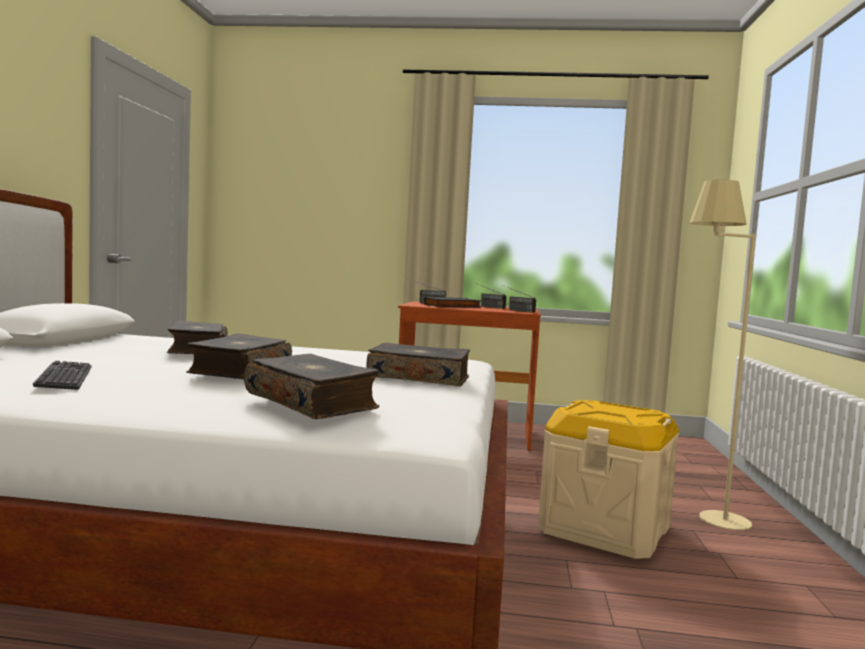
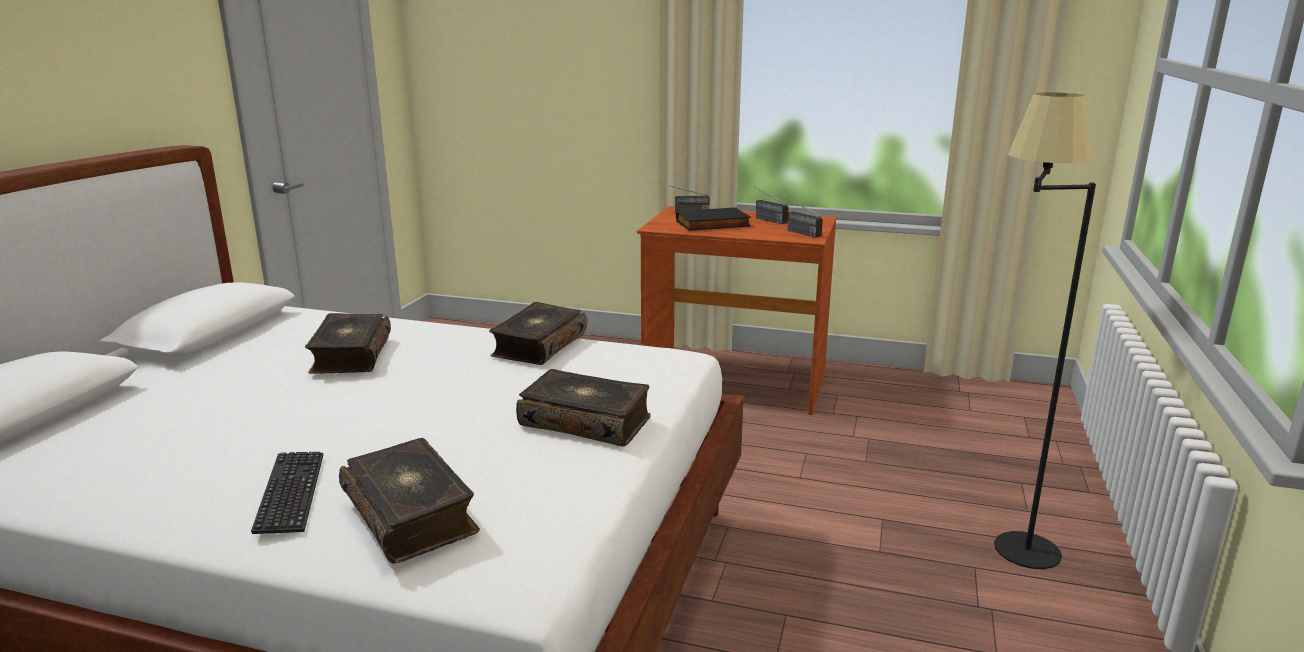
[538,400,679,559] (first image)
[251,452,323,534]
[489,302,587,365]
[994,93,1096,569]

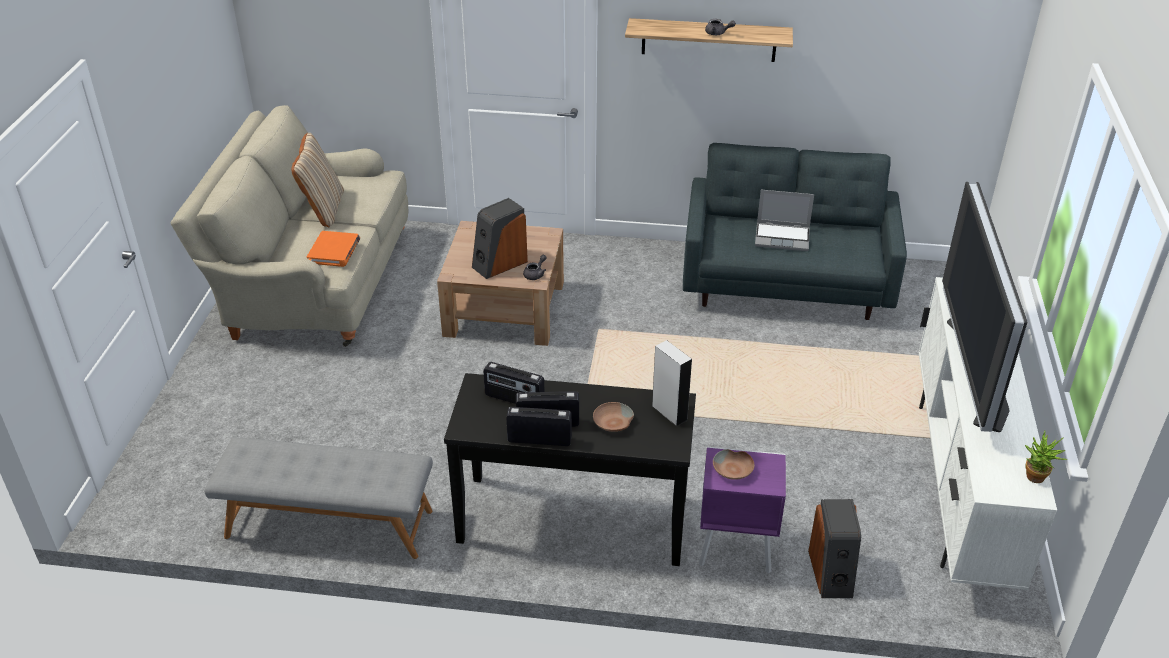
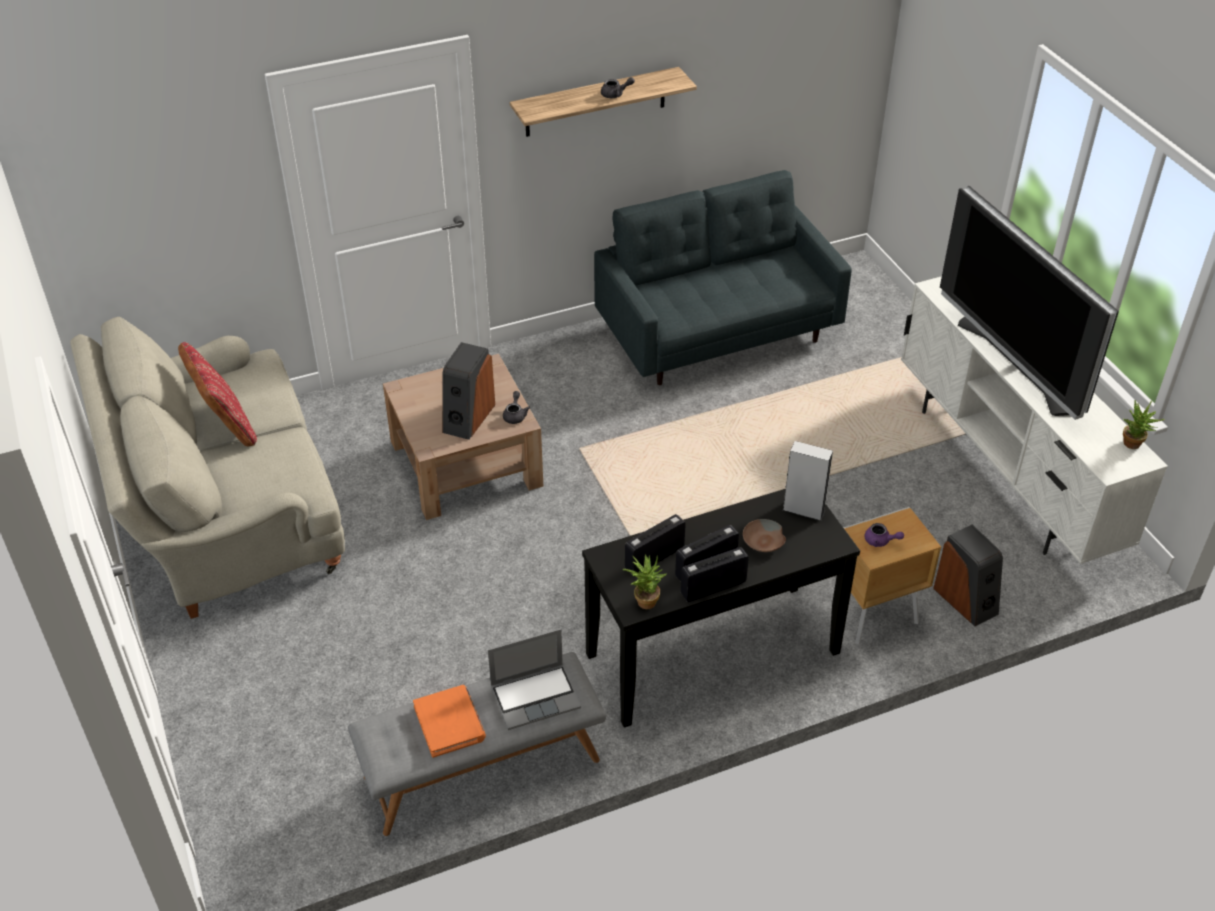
[623,554,667,609]
[413,685,486,758]
[488,629,581,730]
[864,523,904,547]
[178,342,257,446]
[831,507,941,645]
[625,514,686,575]

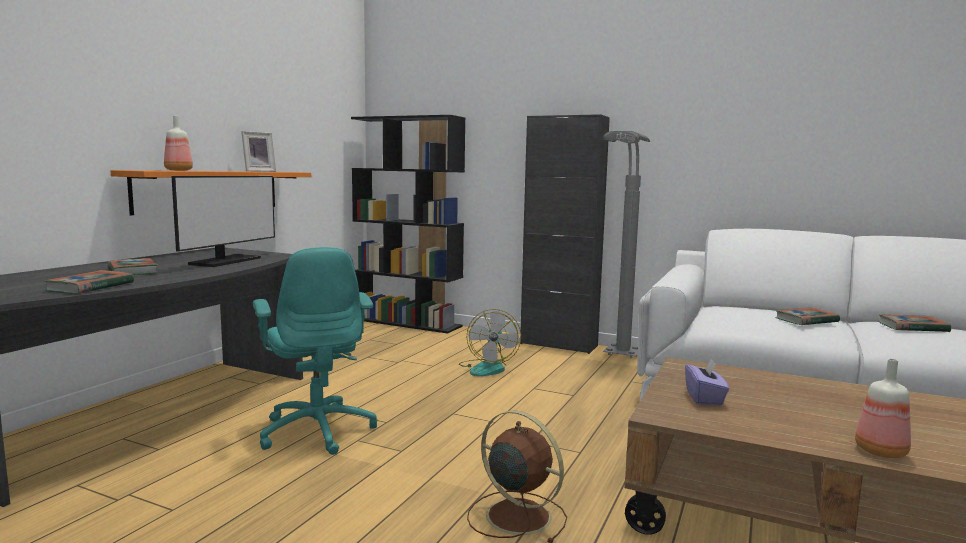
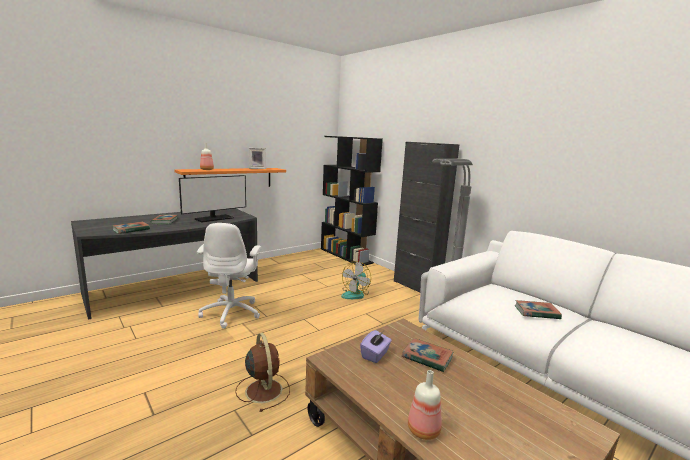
[402,338,454,372]
[197,223,262,329]

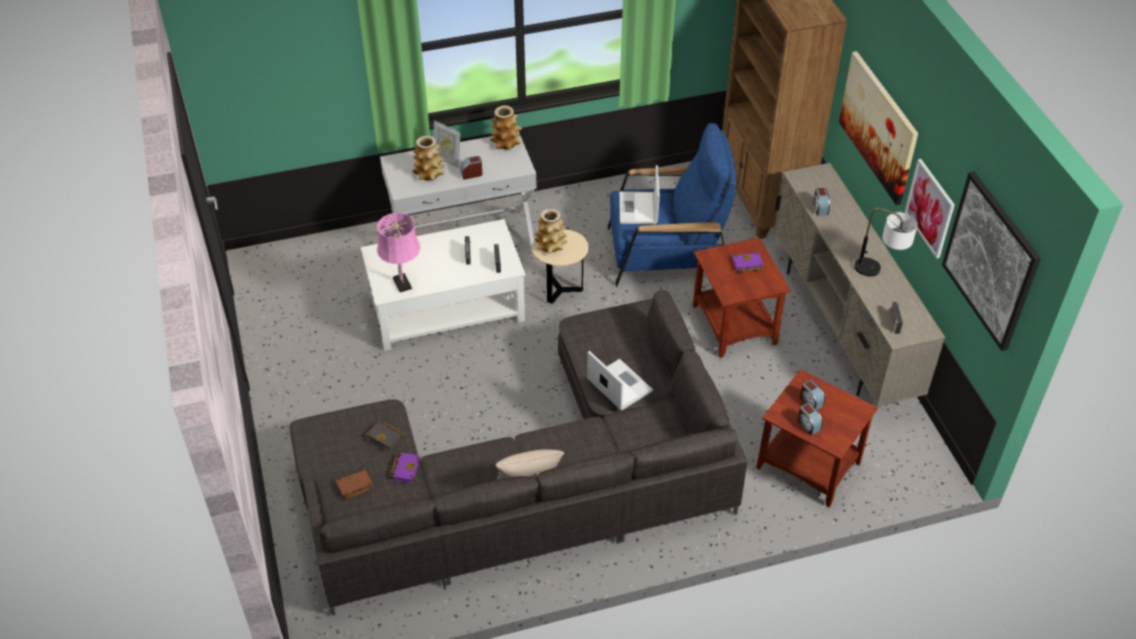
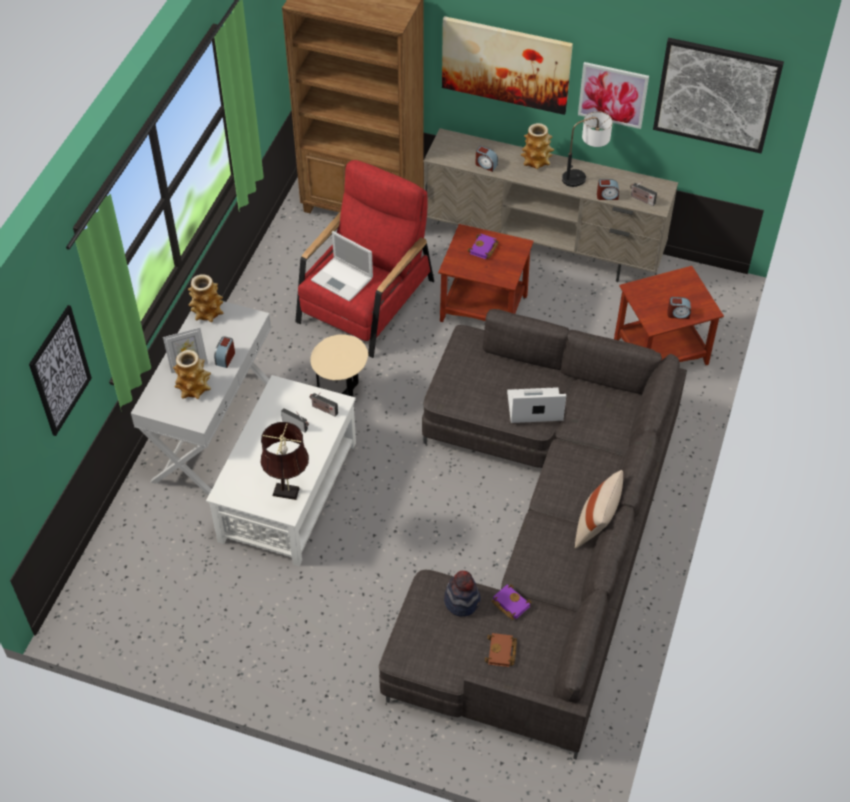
[29,305,92,436]
[521,123,554,169]
[597,179,619,200]
[444,571,480,617]
[261,422,309,500]
[295,160,434,358]

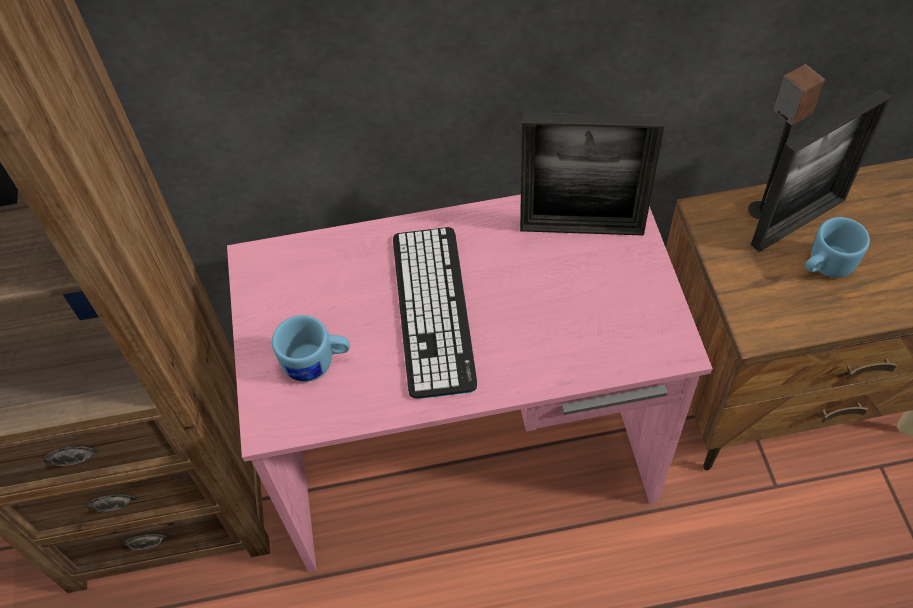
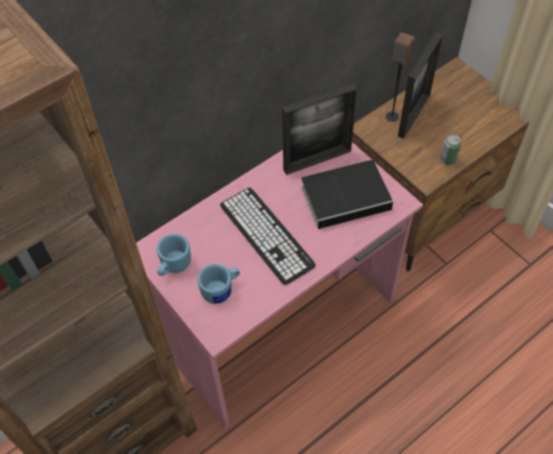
[301,160,404,229]
[440,134,461,165]
[157,234,191,276]

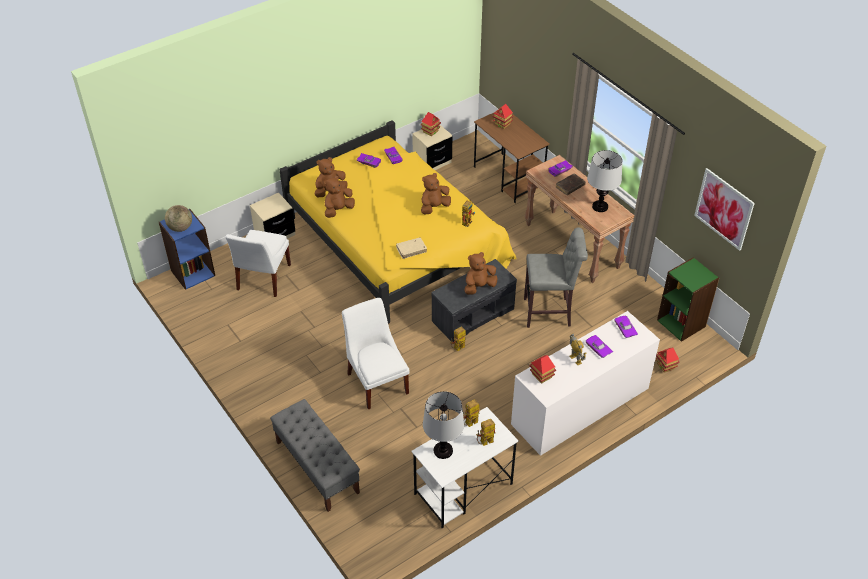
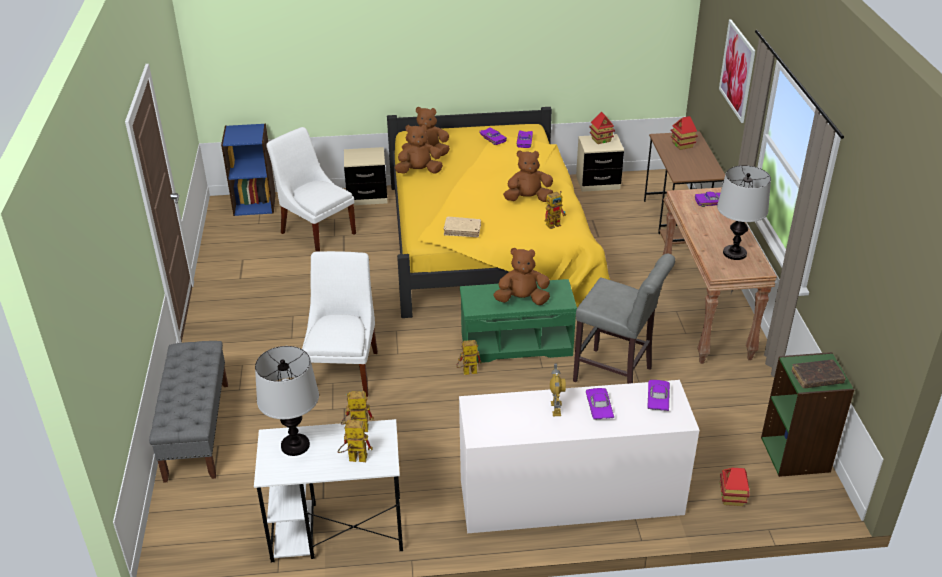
[165,205,192,232] (first image)
[530,355,556,384] (first image)
[791,360,846,388]
[719,19,755,123]
[460,279,577,363]
[266,127,356,252]

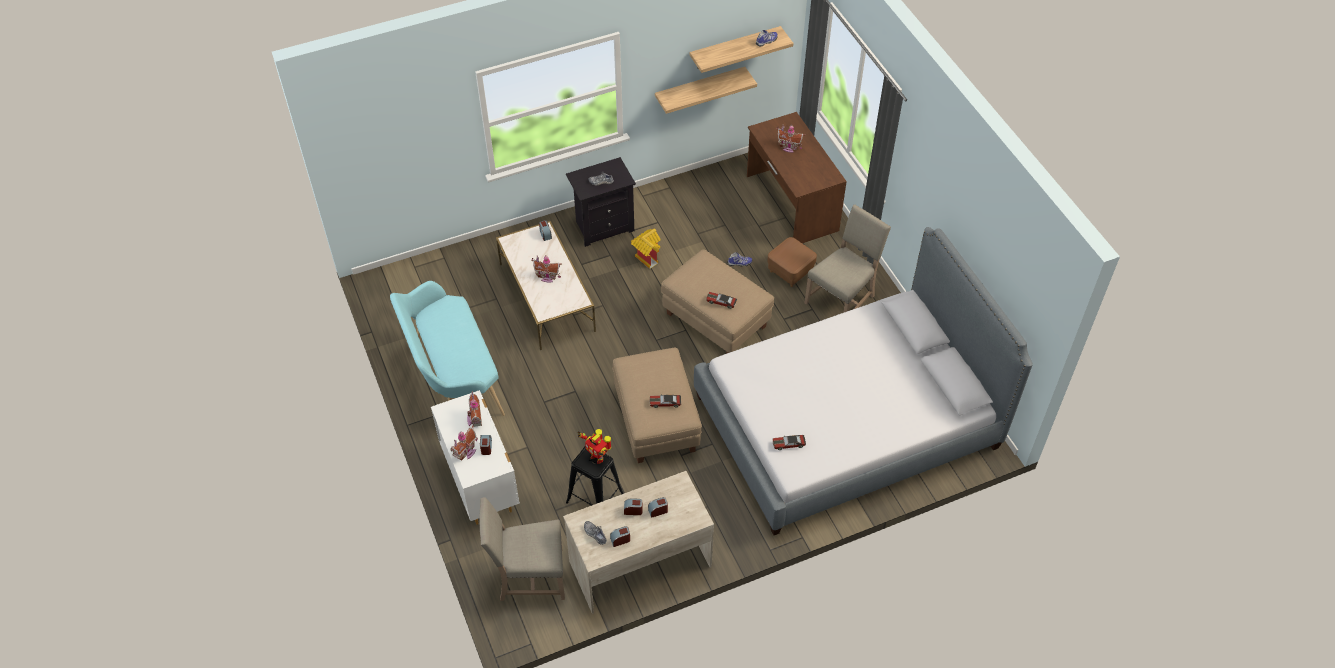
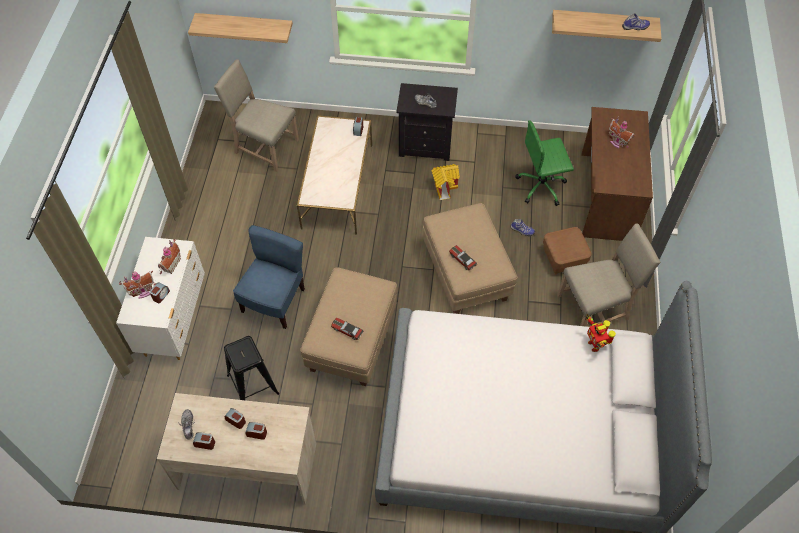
[390,281,505,416] (first image)
[531,255,562,282] (first image)
[772,435,806,450] (first image)
[233,225,305,329]
[515,120,574,206]
[214,59,299,172]
[585,314,616,352]
[188,13,293,43]

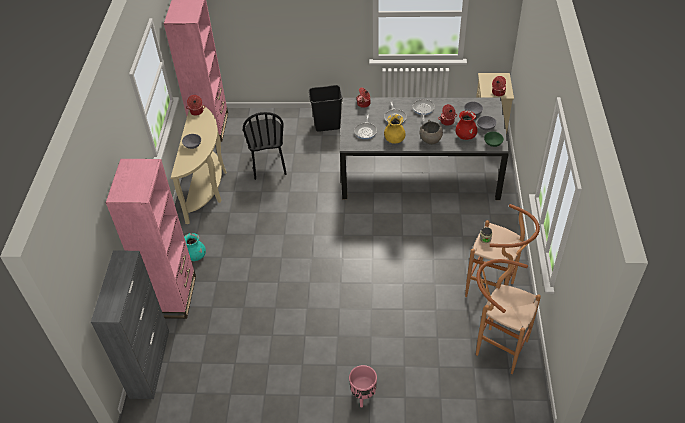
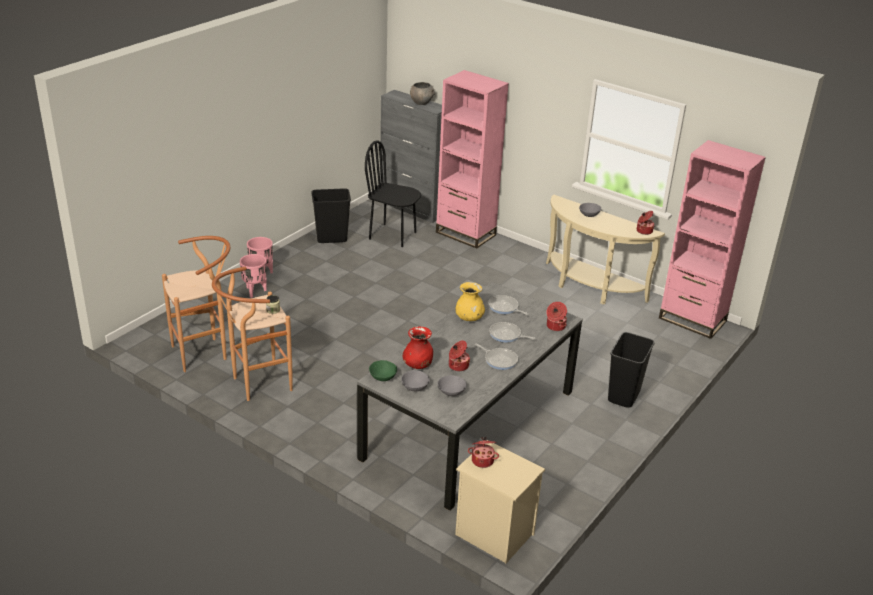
[184,233,206,261] (first image)
[240,254,267,298]
[312,188,351,243]
[365,140,421,247]
[410,82,435,105]

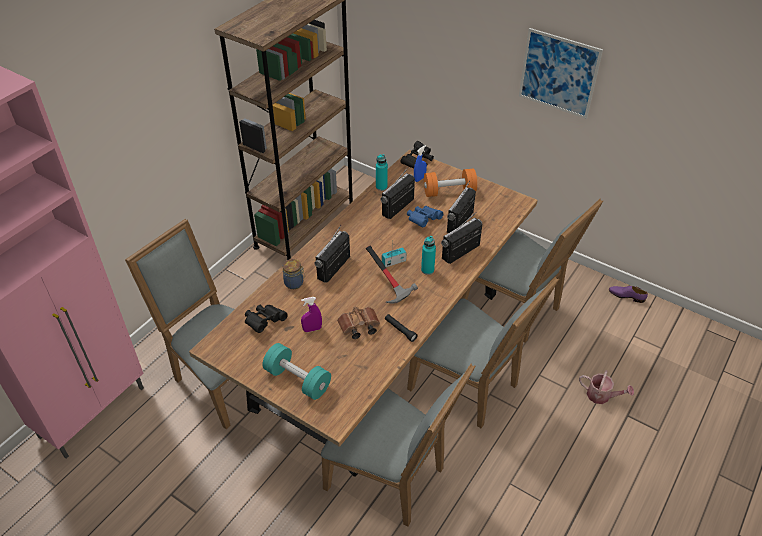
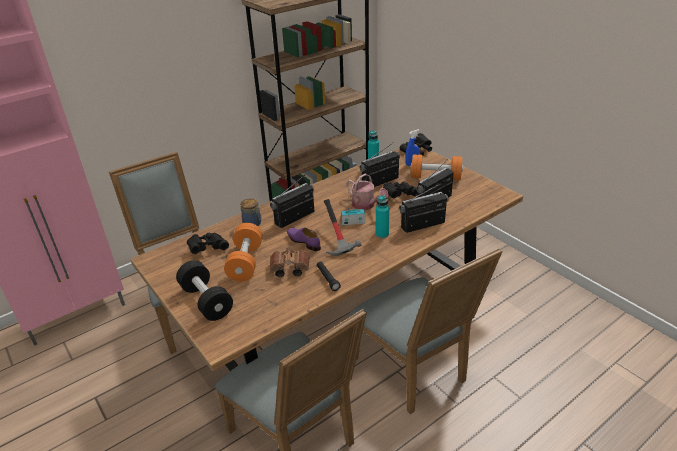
[460,199,603,343] (first image)
[519,28,603,119] (first image)
[346,174,389,210]
[287,227,321,251]
[224,223,262,282]
[176,260,233,321]
[383,181,418,198]

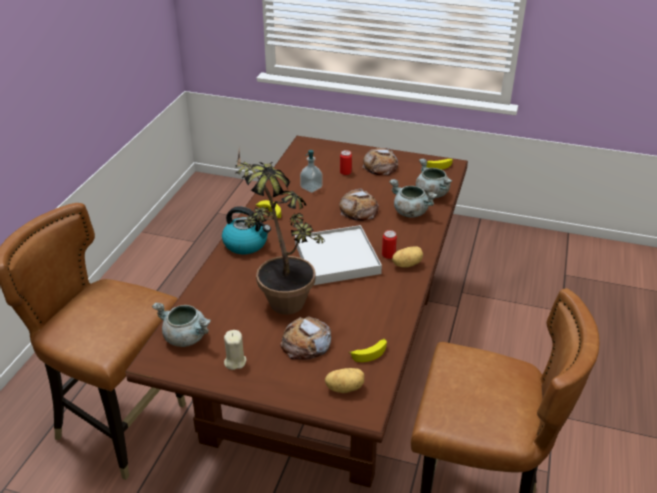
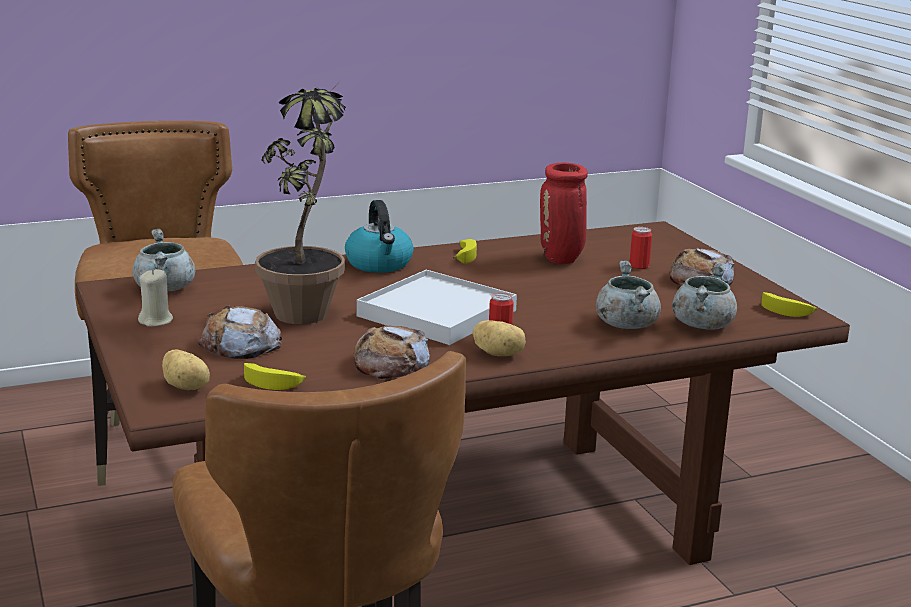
[353,325,430,379]
[540,163,588,264]

